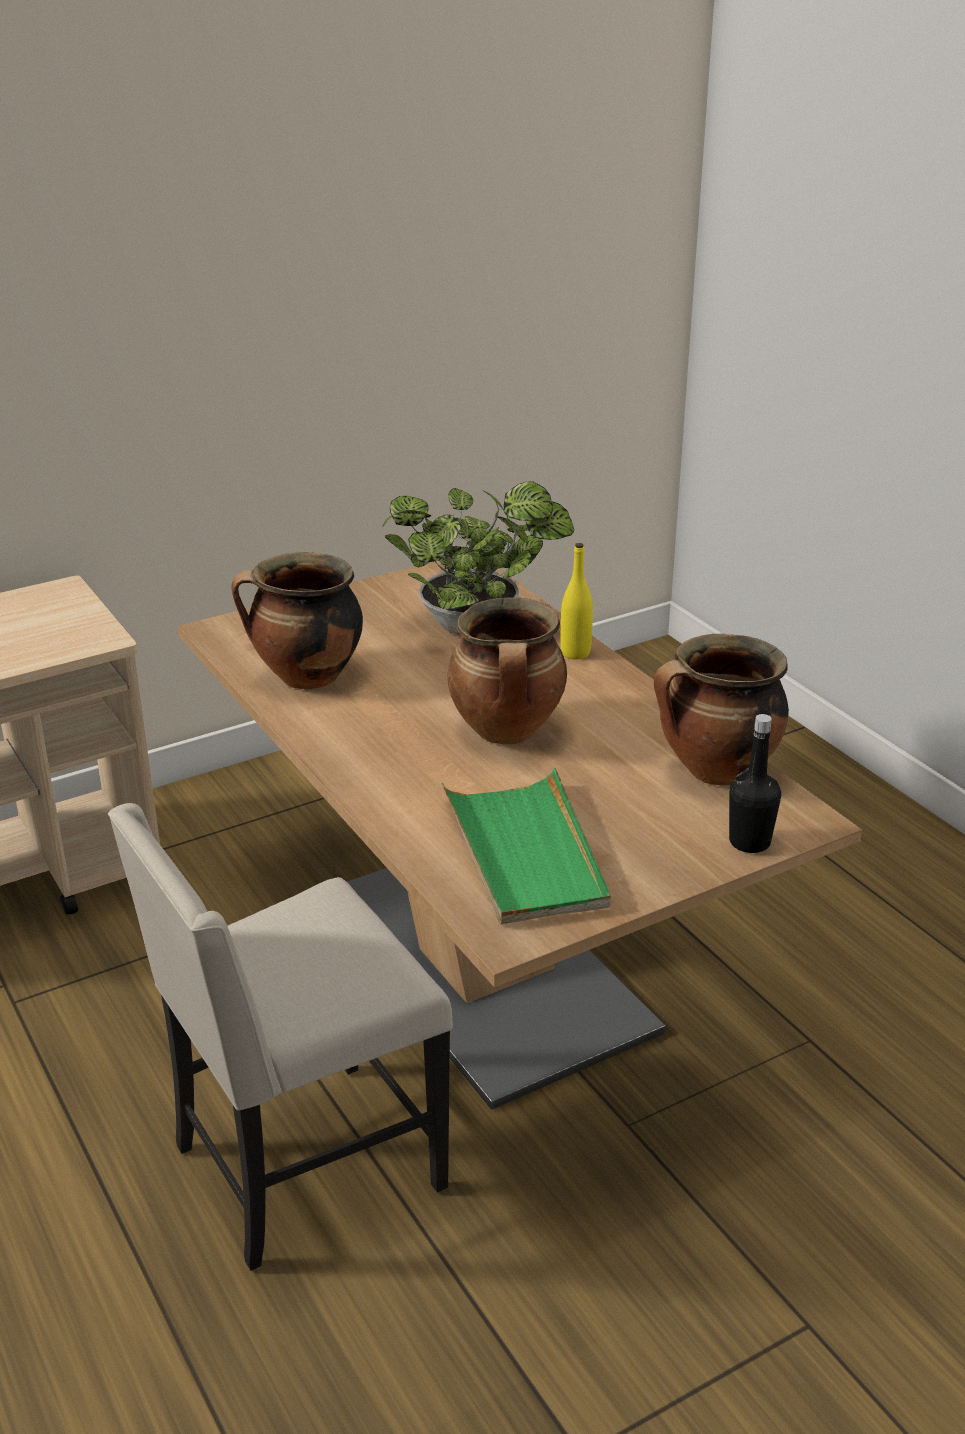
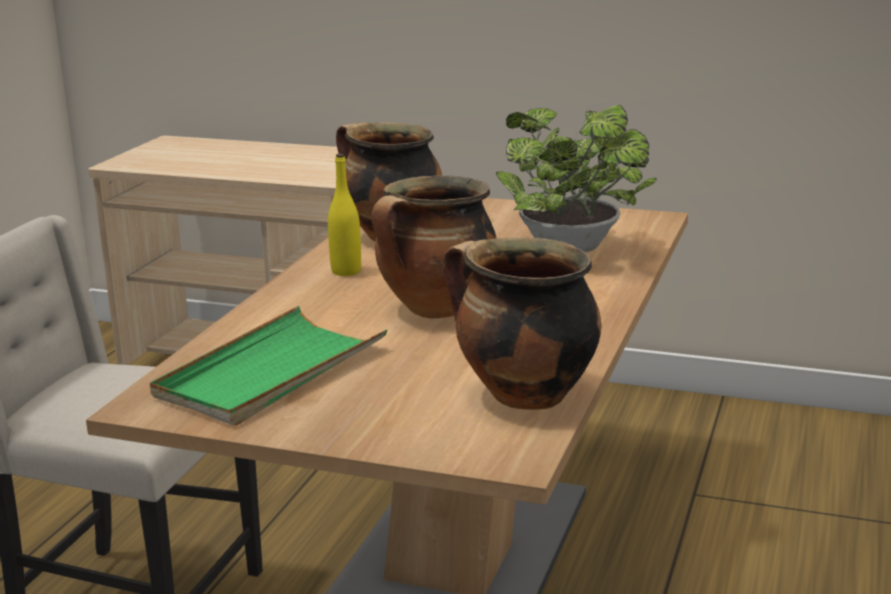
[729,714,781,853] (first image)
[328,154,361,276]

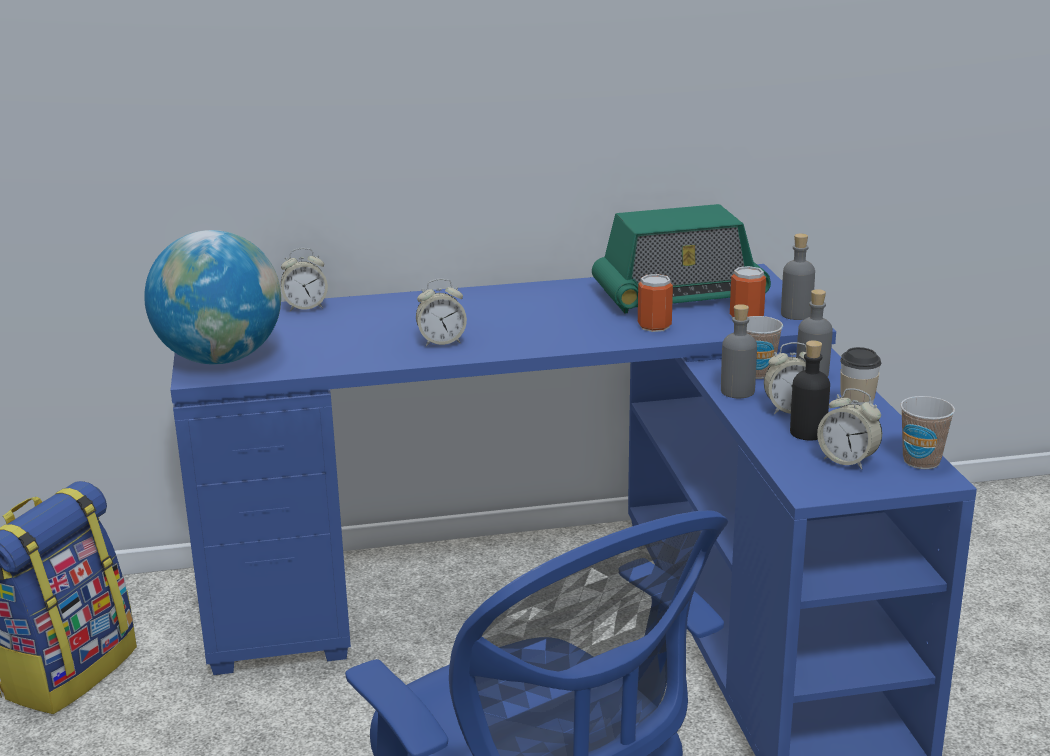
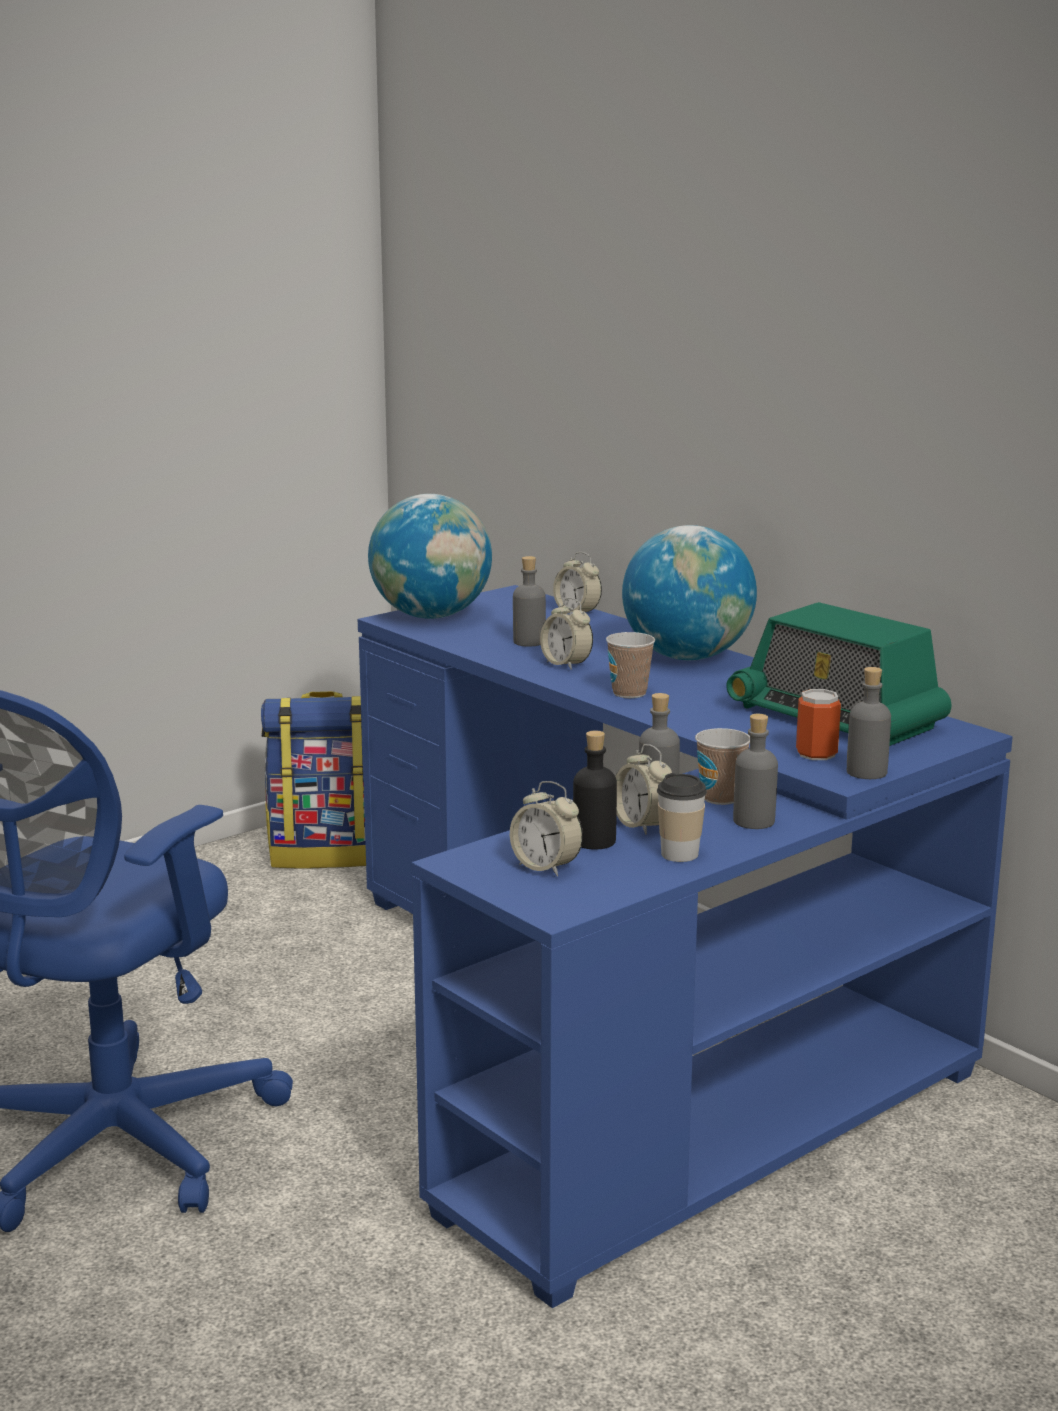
[638,274,673,332] (first image)
[513,556,546,646]
[622,525,757,660]
[606,632,655,698]
[510,781,583,877]

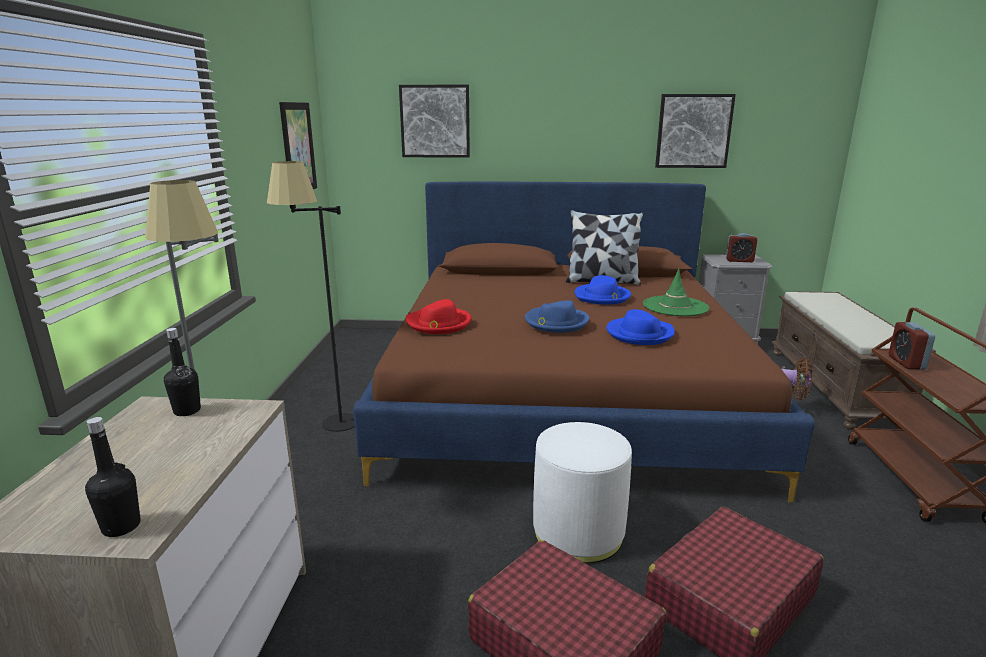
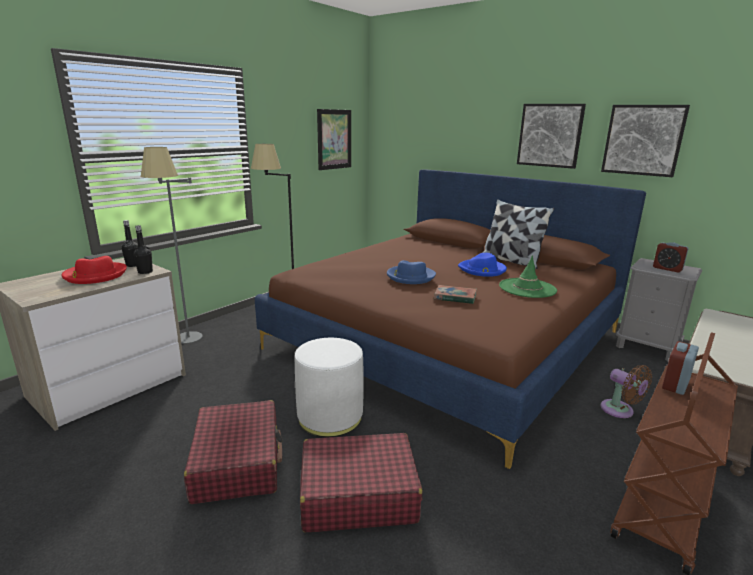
[133,225,153,274]
[517,104,586,169]
[61,256,127,284]
[434,285,477,304]

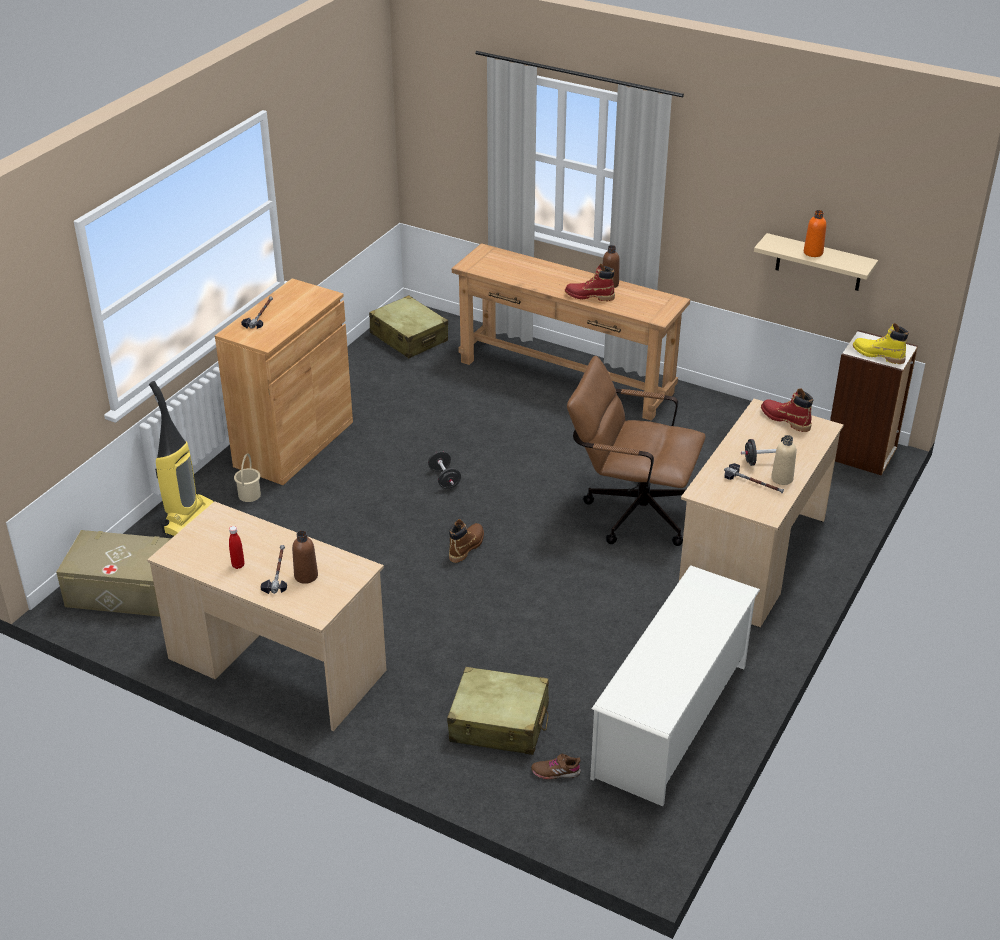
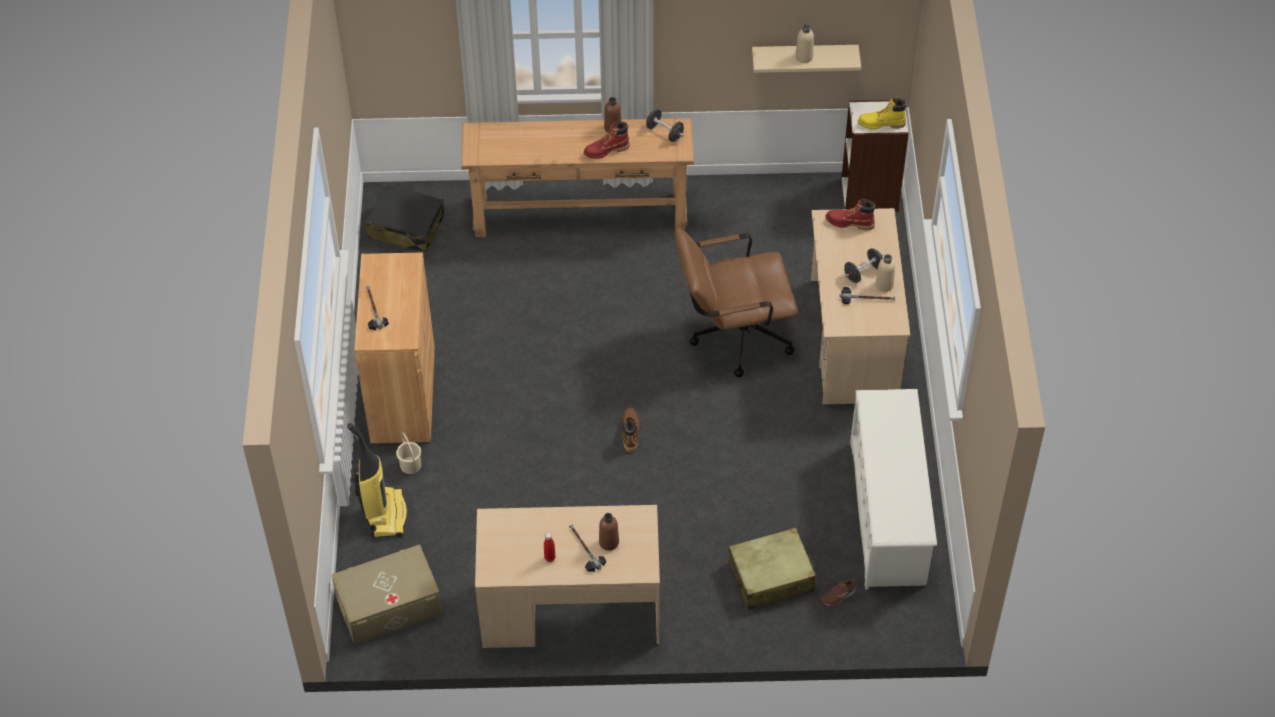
[646,109,684,142]
[365,185,444,253]
[795,24,814,63]

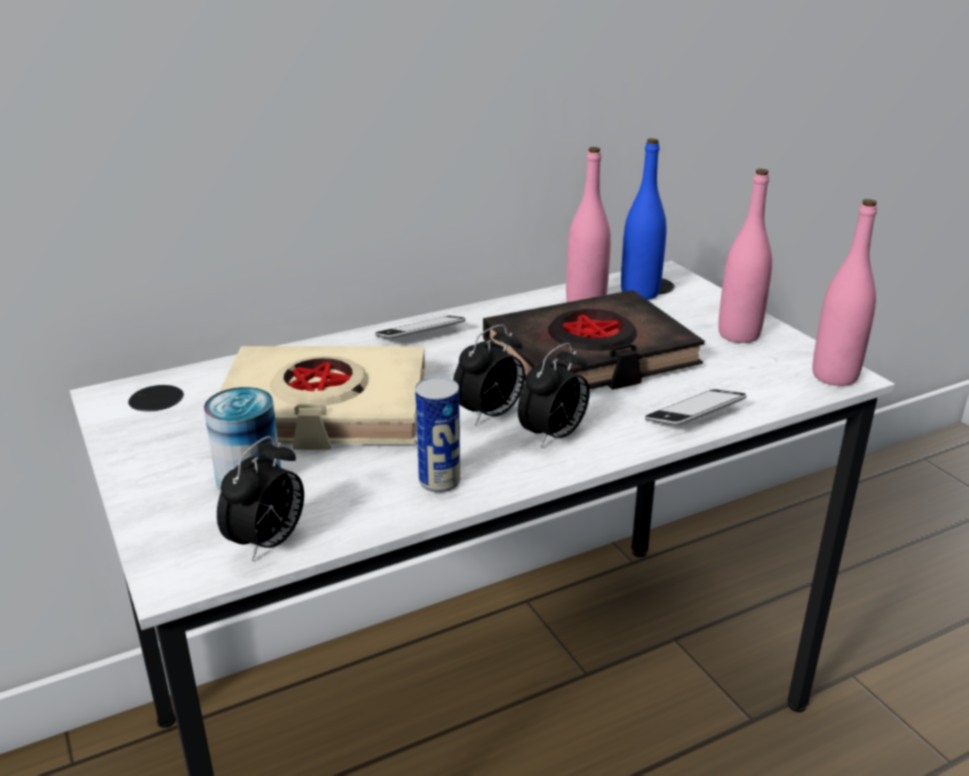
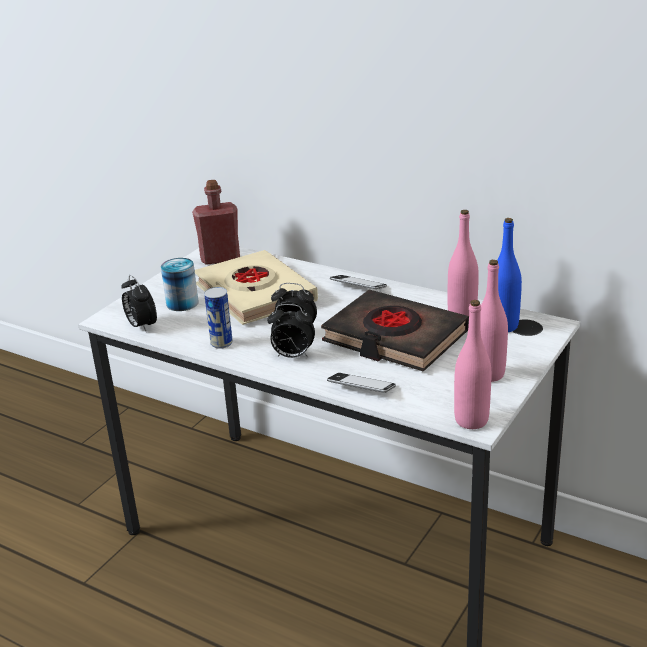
[192,180,240,265]
[121,275,157,333]

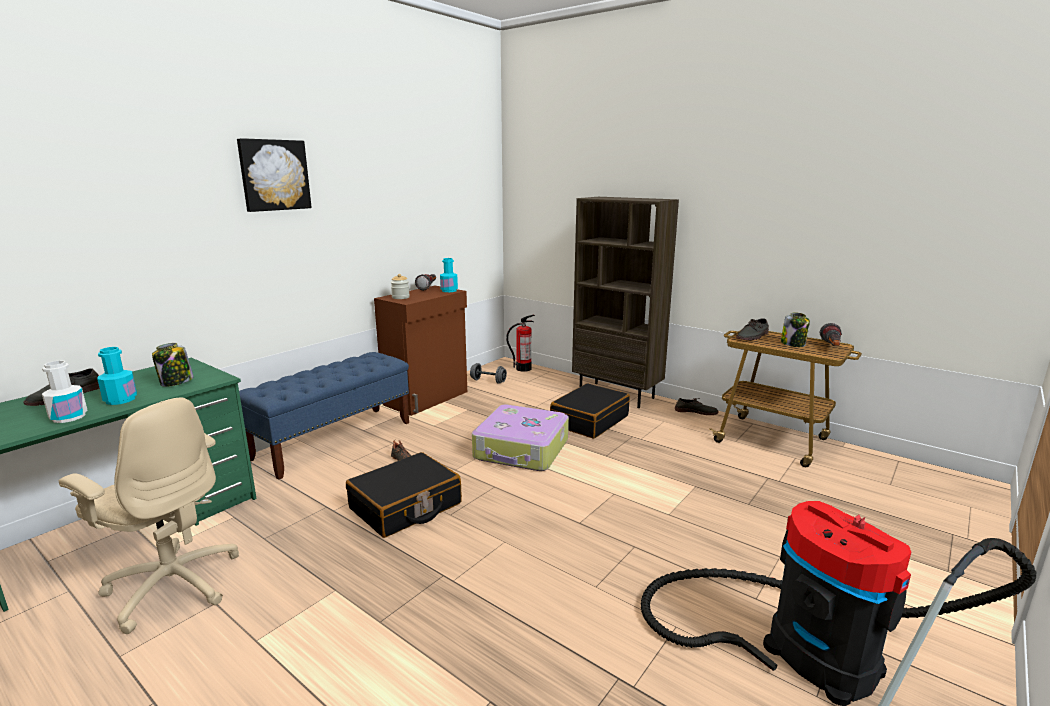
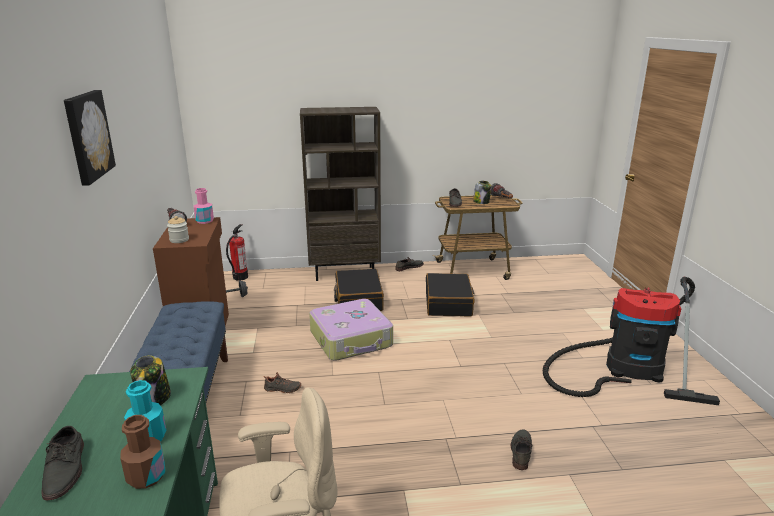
[511,429,532,470]
[426,273,475,317]
[120,415,165,489]
[194,188,214,224]

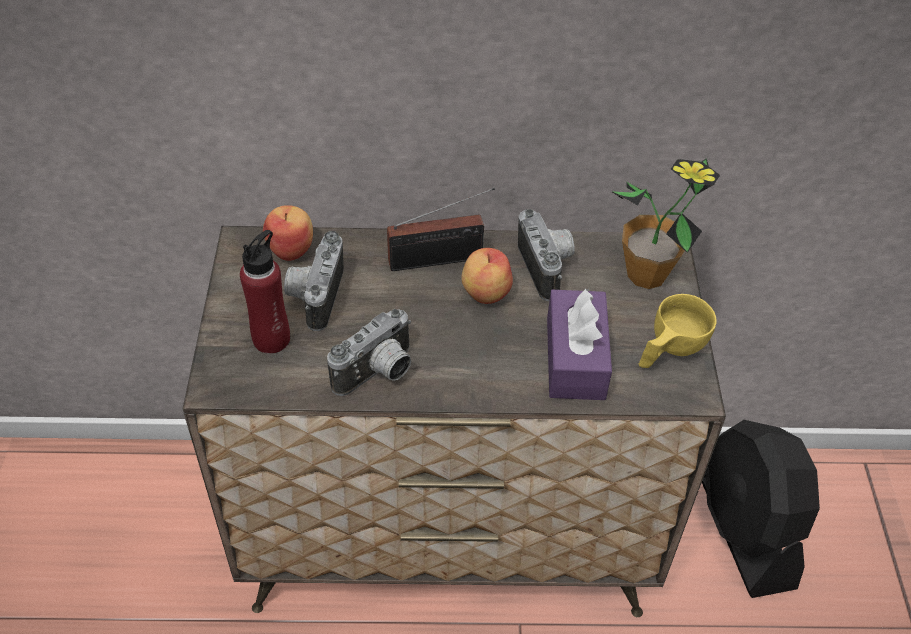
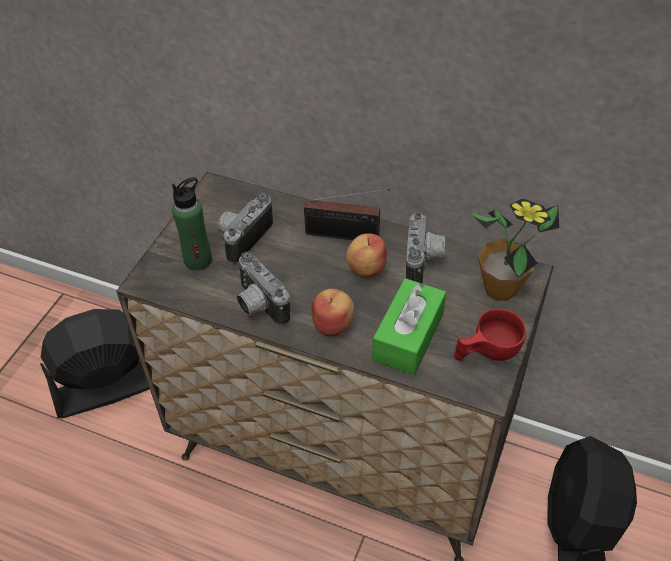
[40,309,150,418]
[311,289,354,336]
[172,177,212,270]
[372,278,446,375]
[453,309,526,361]
[237,251,290,326]

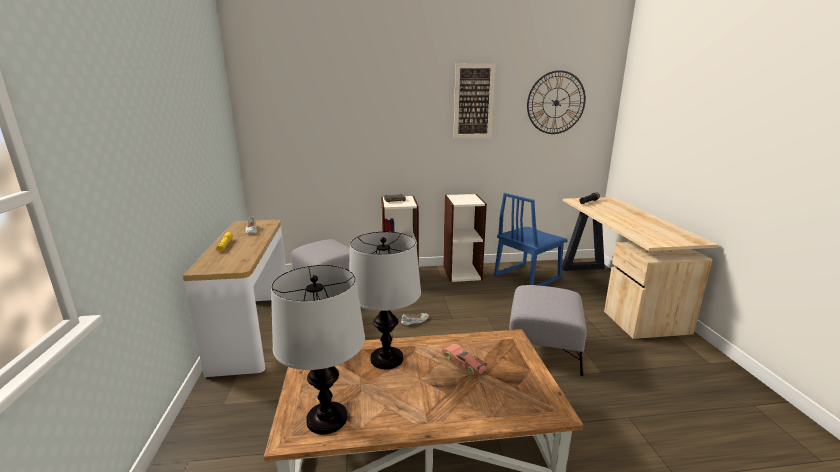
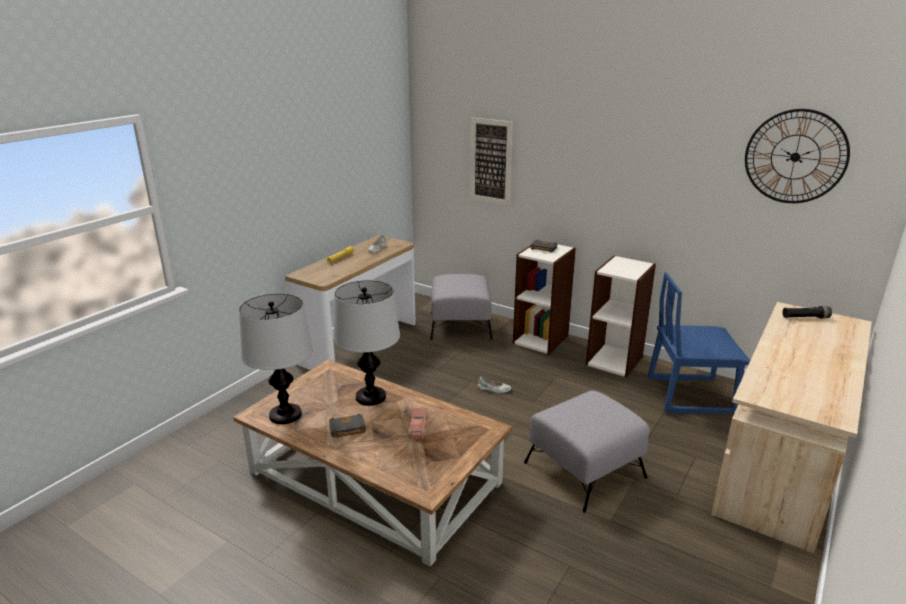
[329,414,366,438]
[470,118,513,205]

